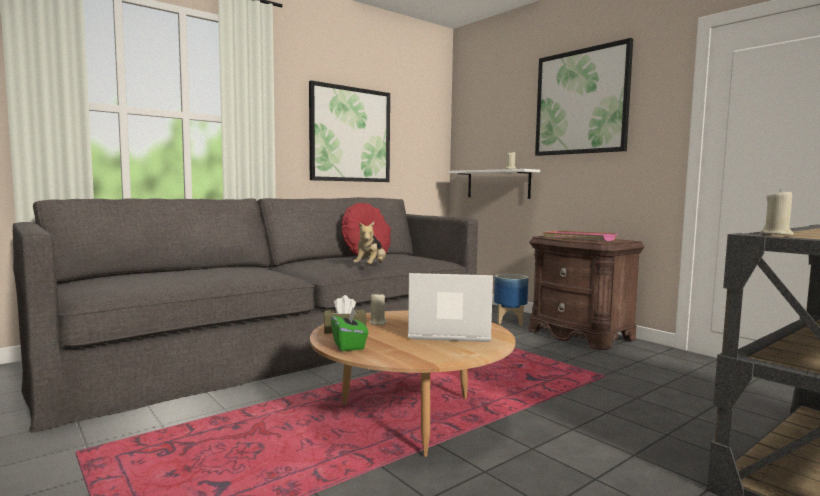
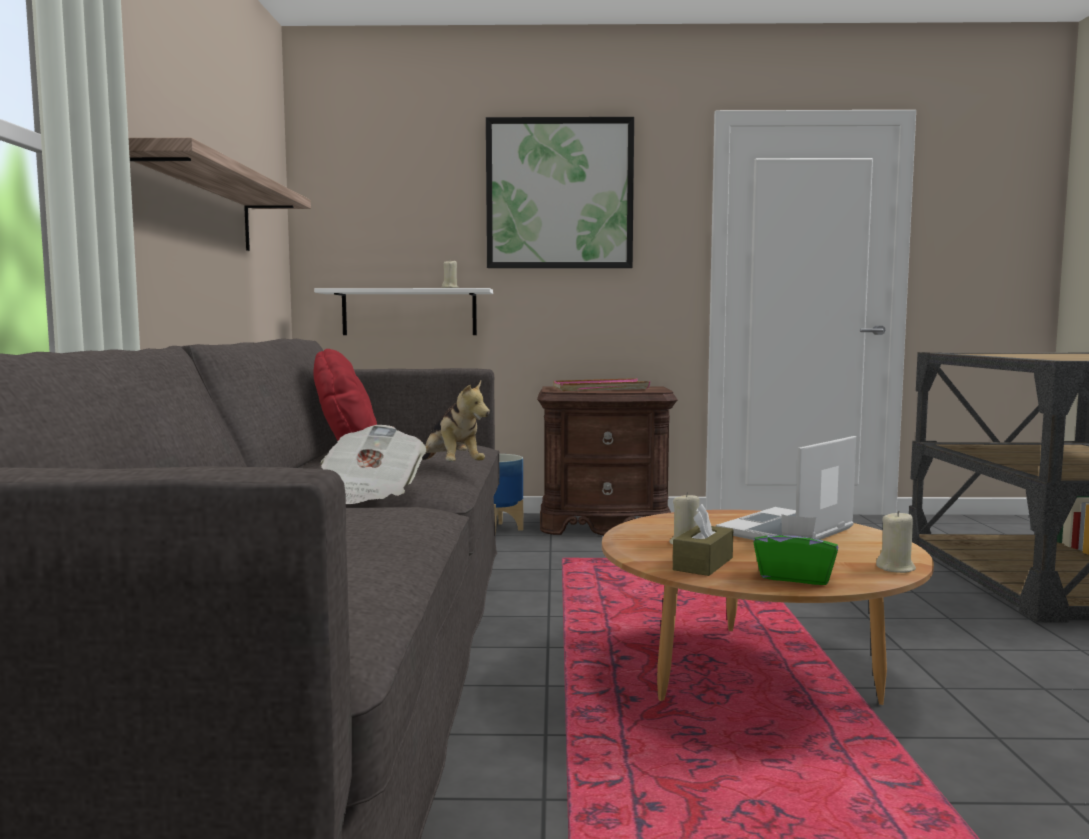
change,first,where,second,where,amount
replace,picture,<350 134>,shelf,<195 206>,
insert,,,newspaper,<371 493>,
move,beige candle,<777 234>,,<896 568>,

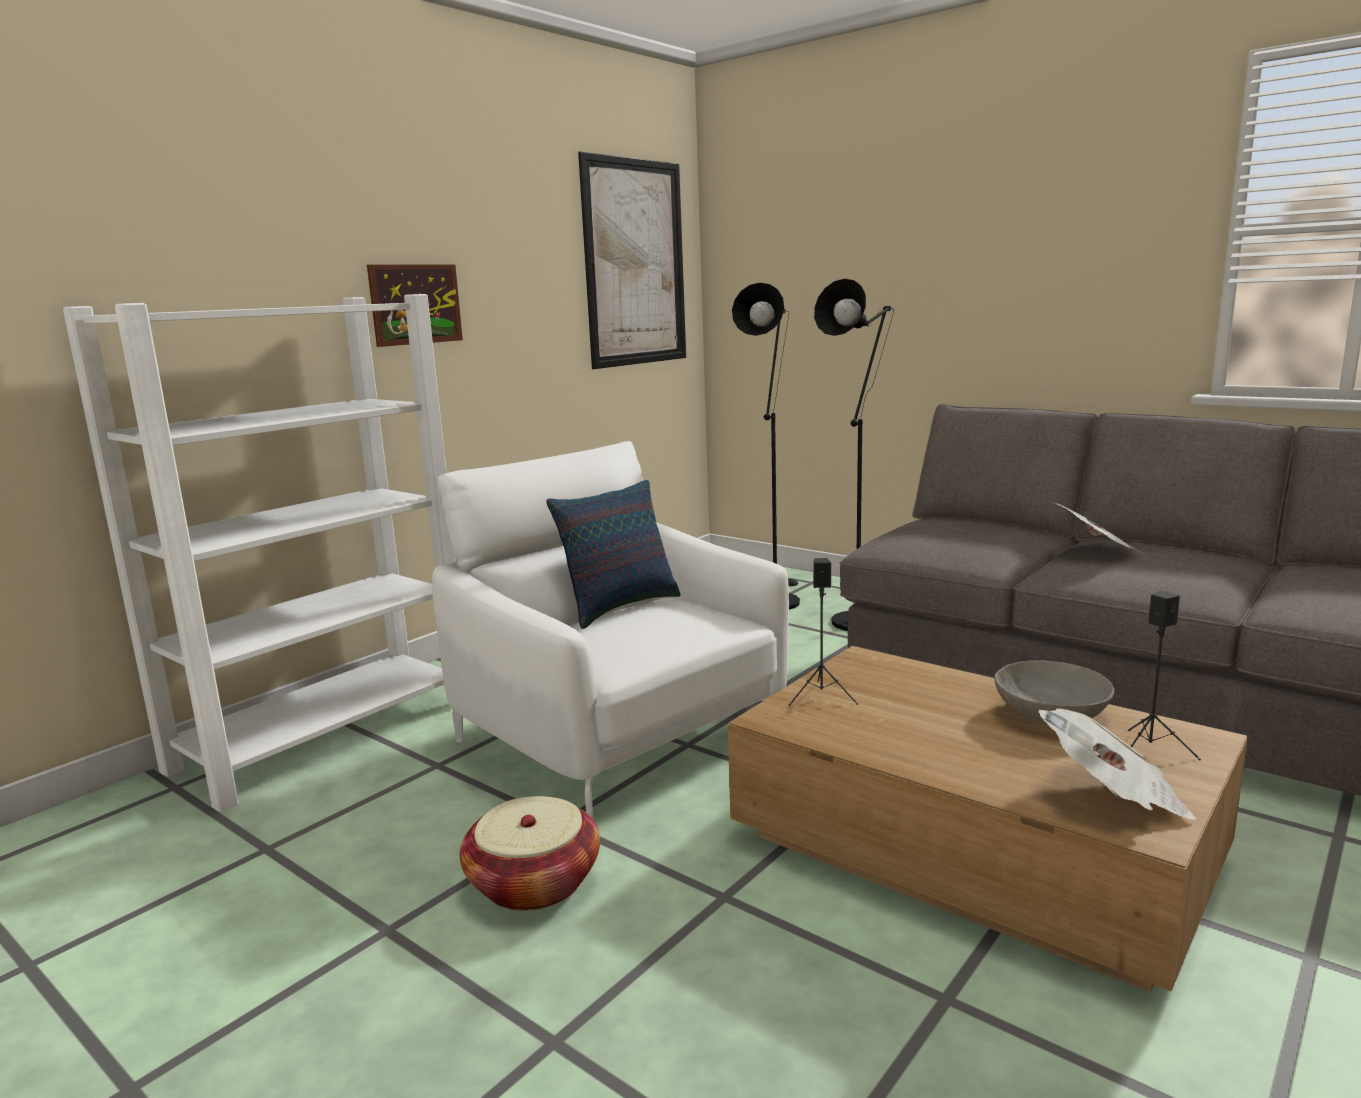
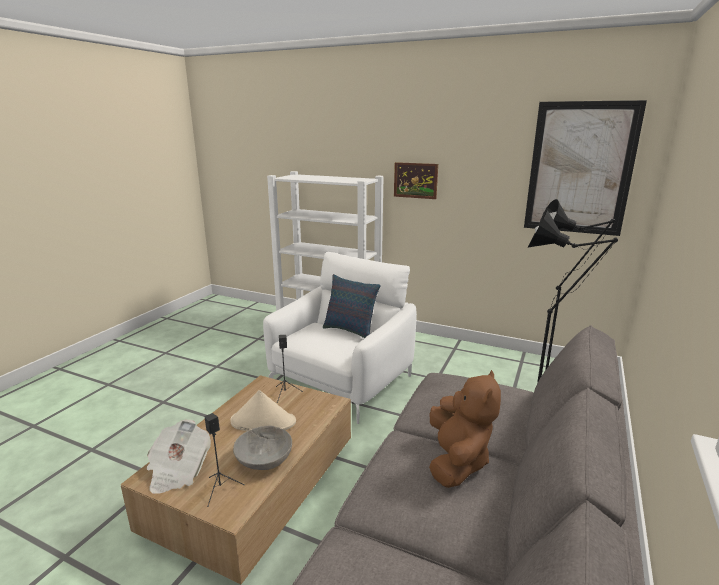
change,first,where,second,where,amount
insert,,,beige hat,<262 422>,
replace,newspaper,<1098 552>,brown plush toy,<457 461>,
delete,basket,<534 883>,,,

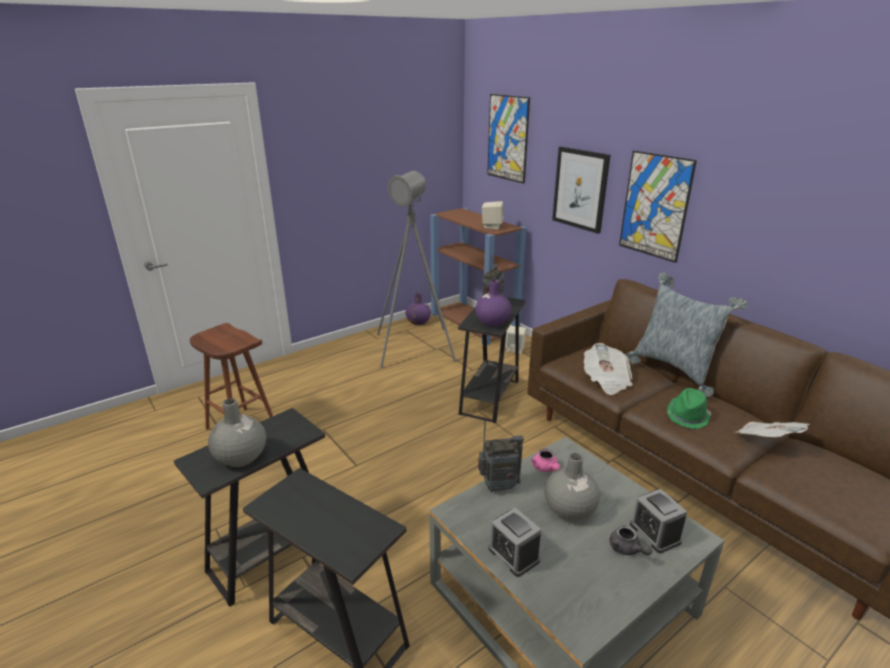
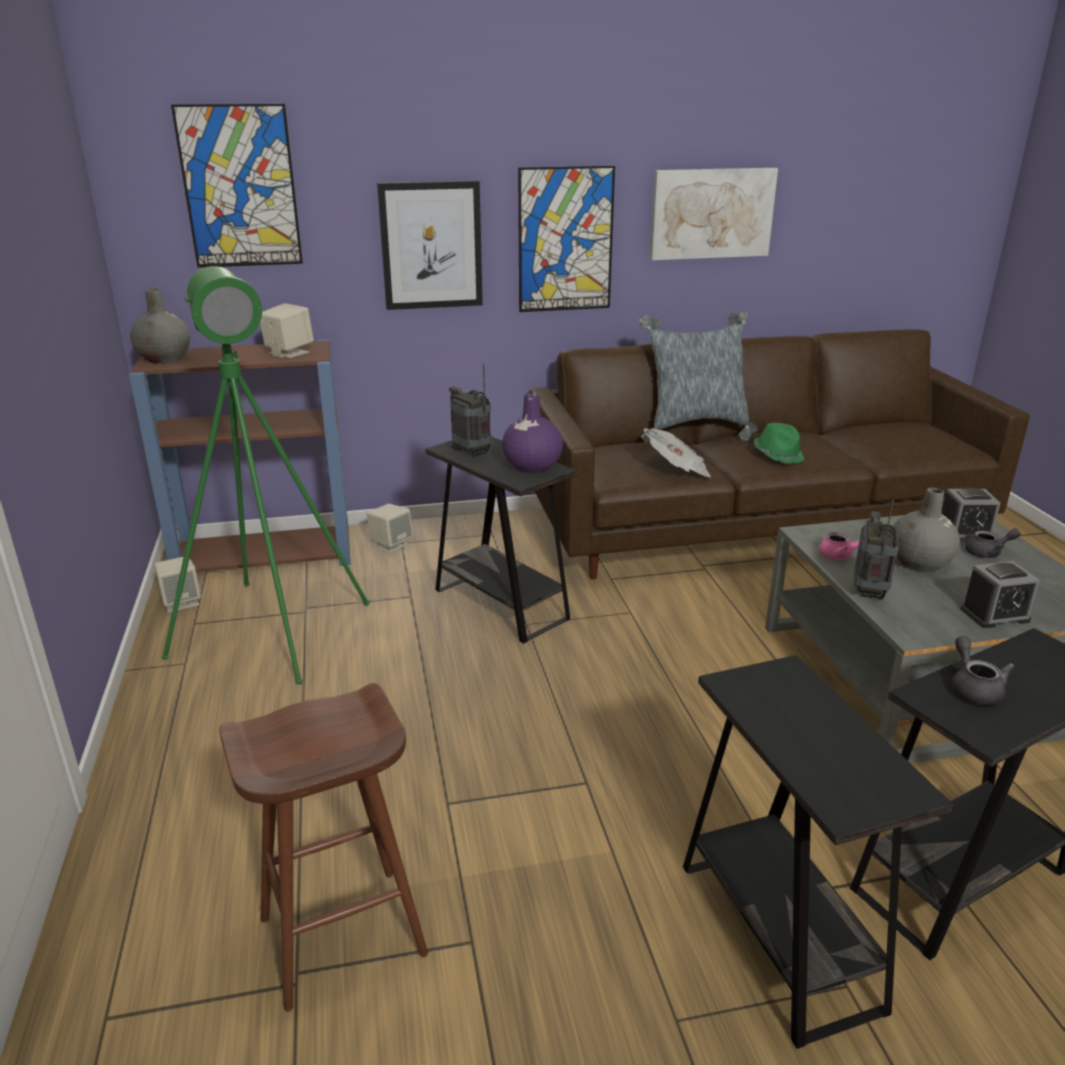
change,first,where,second,where,amount
move,grey vase,<241 457>,,<165 358>,
replace,purple vase,<418 322>,beige speaker,<181 602>,
recolor,grey floor lamp,<414 347>,green floor lamp,<271 631>,
insert,,,picture,<711 213>,
insert,,,grey teapot,<974 688>,
delete,newspaper,<766 441>,,,

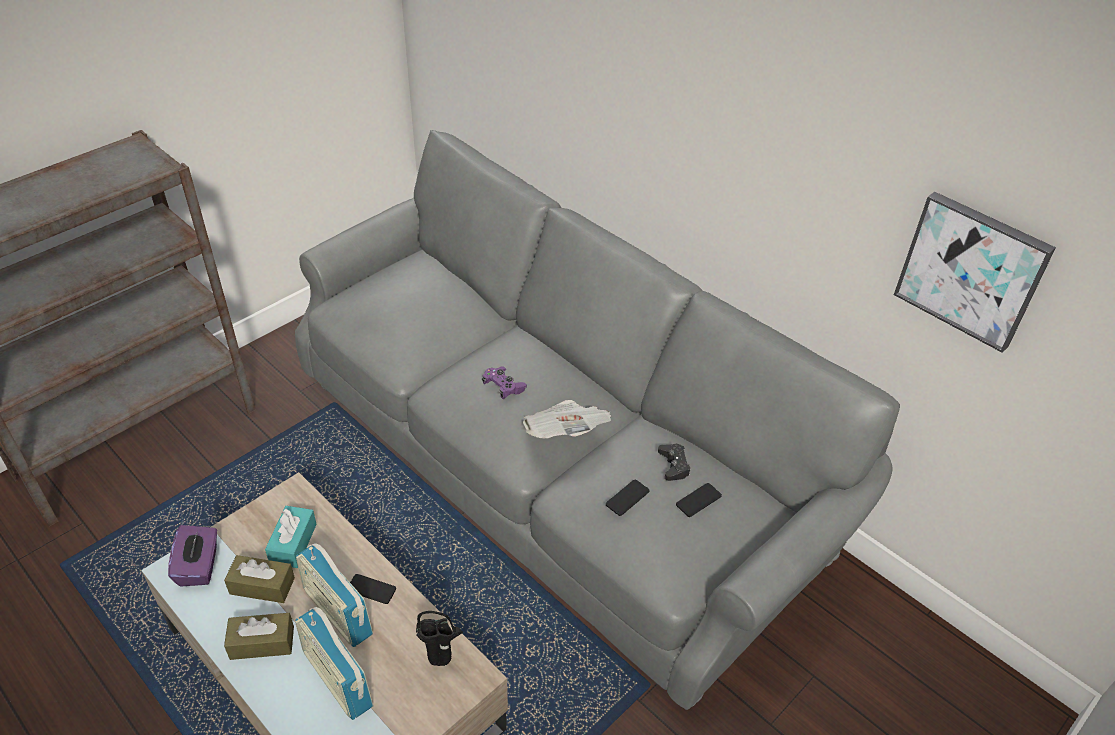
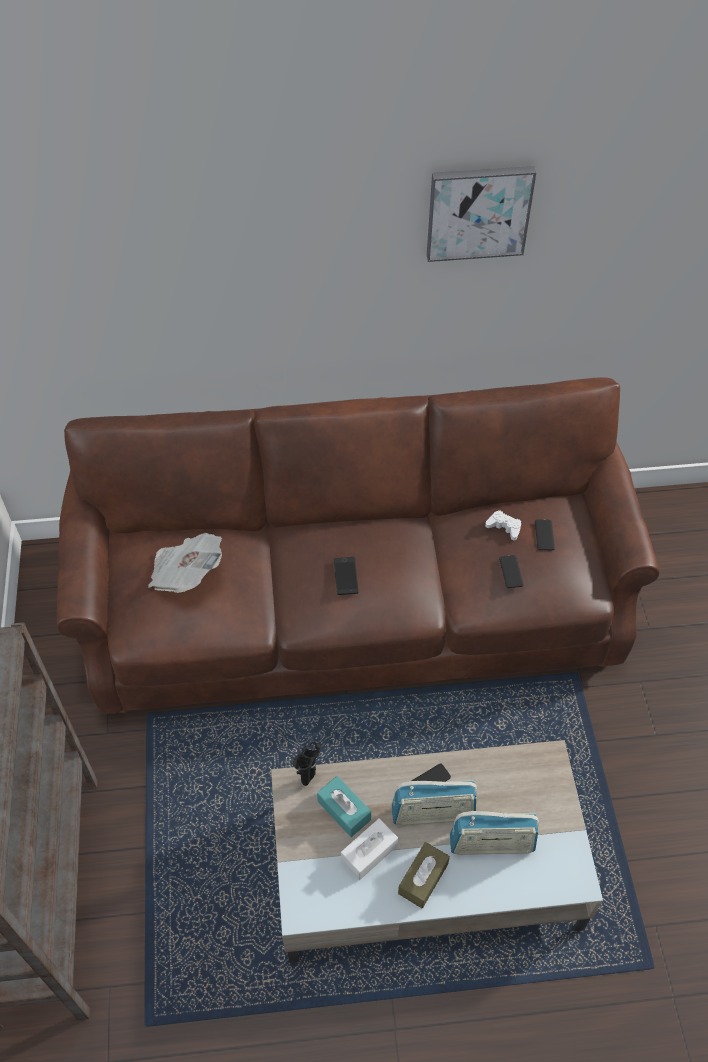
change,first,where,second,where,amount
recolor,grey sofa,<555 466>,brown sofa,<354 605>,
move,newspaper,<565 435>,,<186 574>,
move,black vase,<443 664>,,<310 779>,
replace,purple game controller,<503 387>,phone,<346 576>,
recolor,brown tissue box,<262 586>,white tissue box,<369 853>,
move,picture,<972 270>,,<478 212>,
recolor,black game controller,<674 465>,white game controller,<504 527>,
delete,purple tissue box,<199 566>,,,

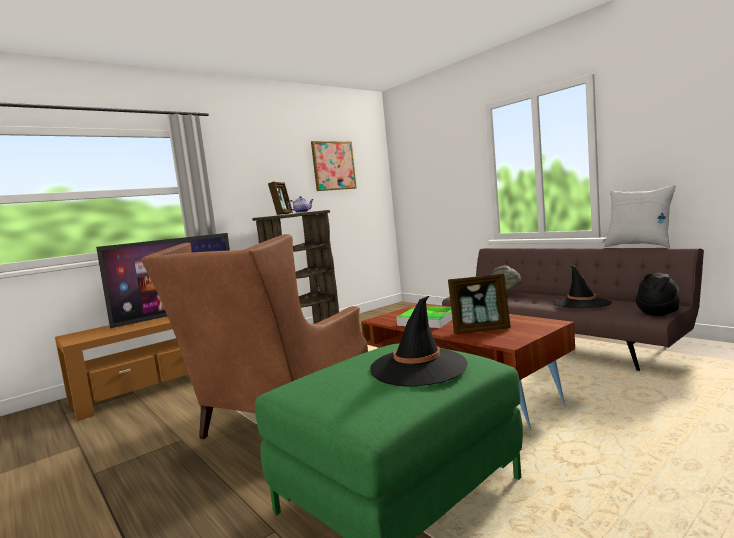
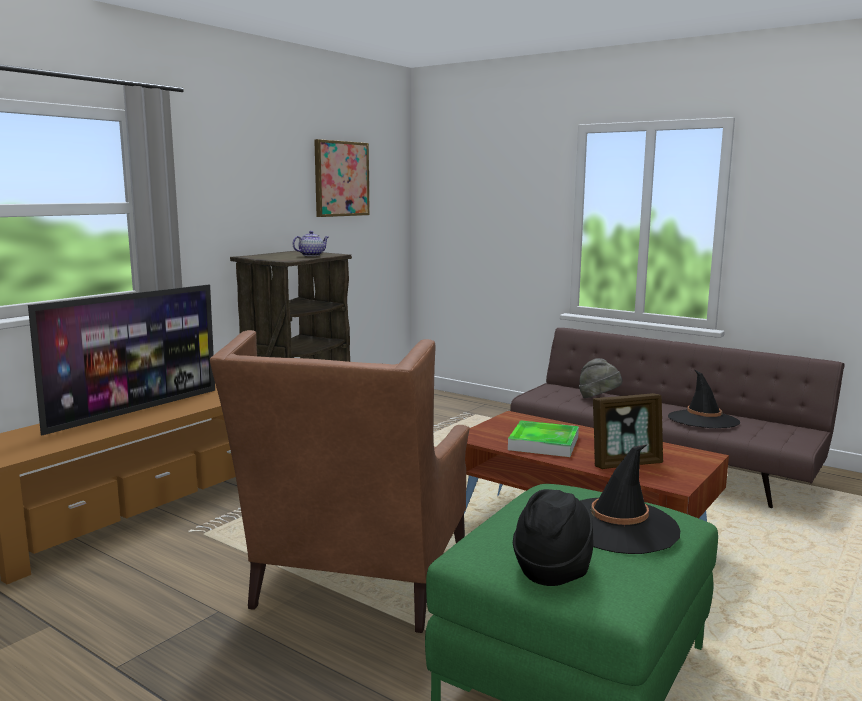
change,first,where,second,where,amount
move,black hat,<658 312>,,<553 570>,
delete,picture frame,<283 214>,,,
delete,grey pillow,<638 246>,,,

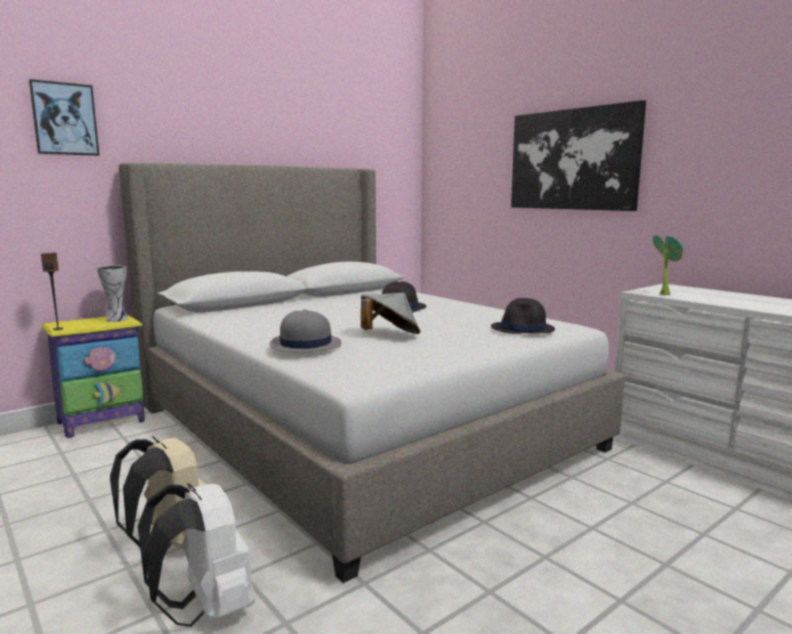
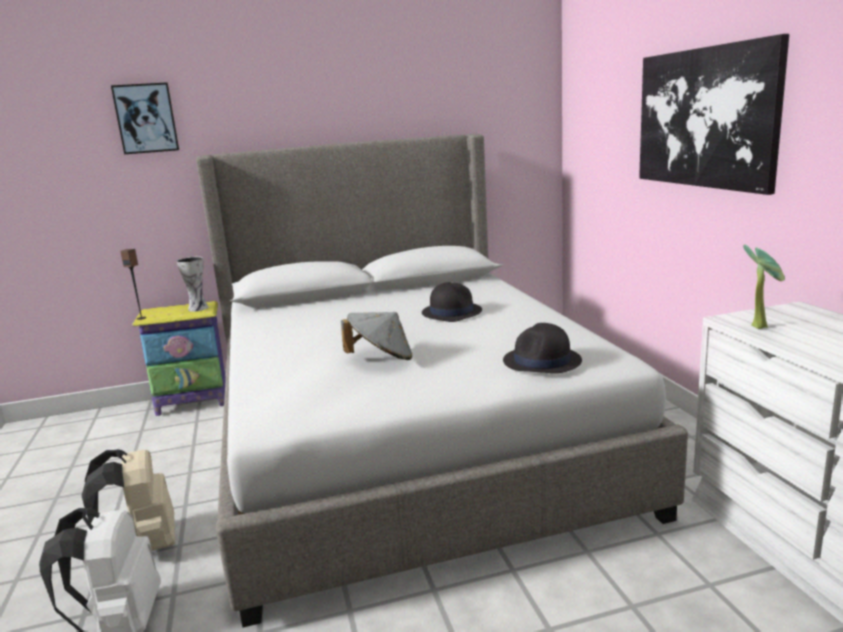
change,first,where,second,where,amount
delete,grey hat,<305 345>,,,

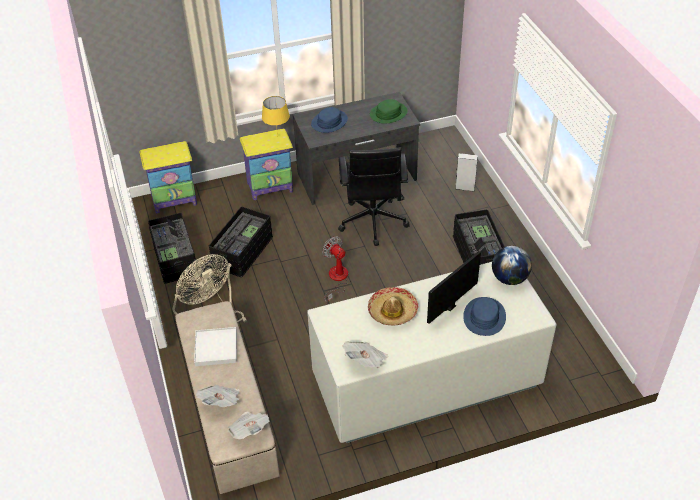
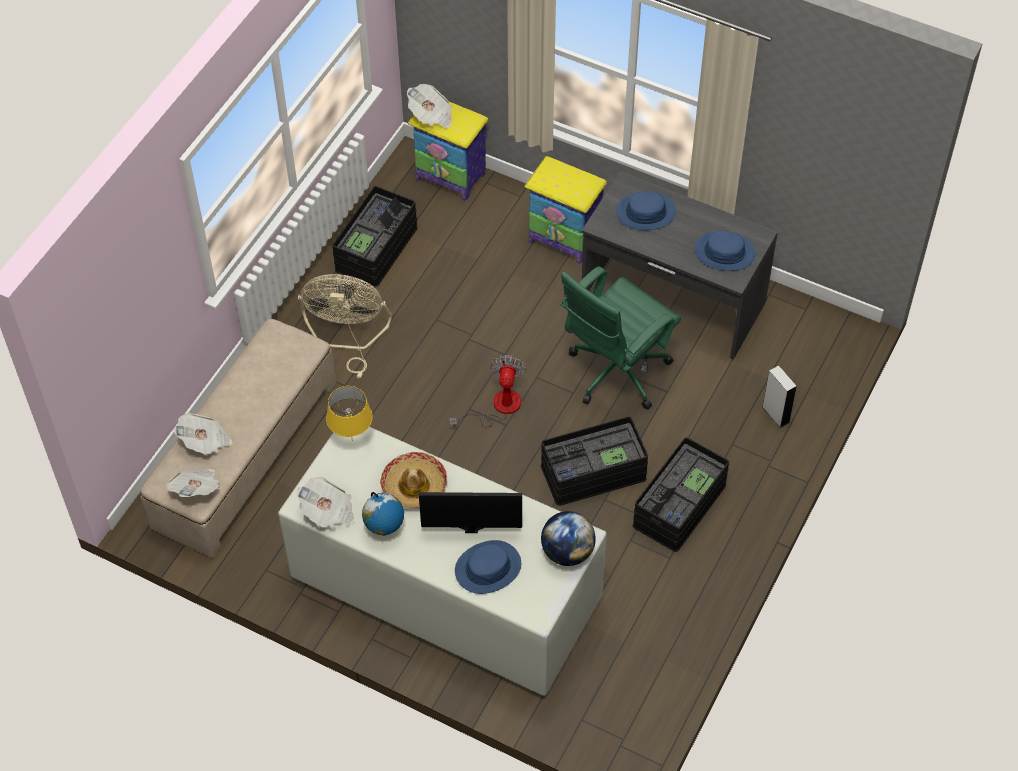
change,first,where,second,where,amount
move,yellow table lamp,<277 136>,,<352 440>,
insert,,,globe,<384 530>,
insert,,,newspaper,<431 116>,
move,black storage box,<243 251>,,<593 473>,
recolor,black office chair,<373 224>,green office chair,<615 374>,
recolor,green hat,<388 113>,blue hat,<724 252>,
delete,white tray,<216 348>,,,

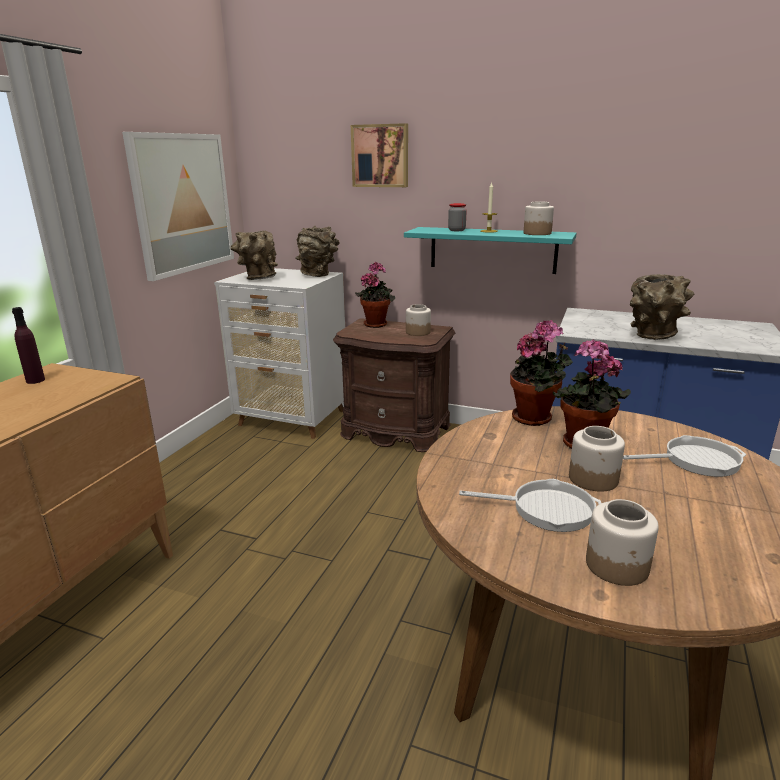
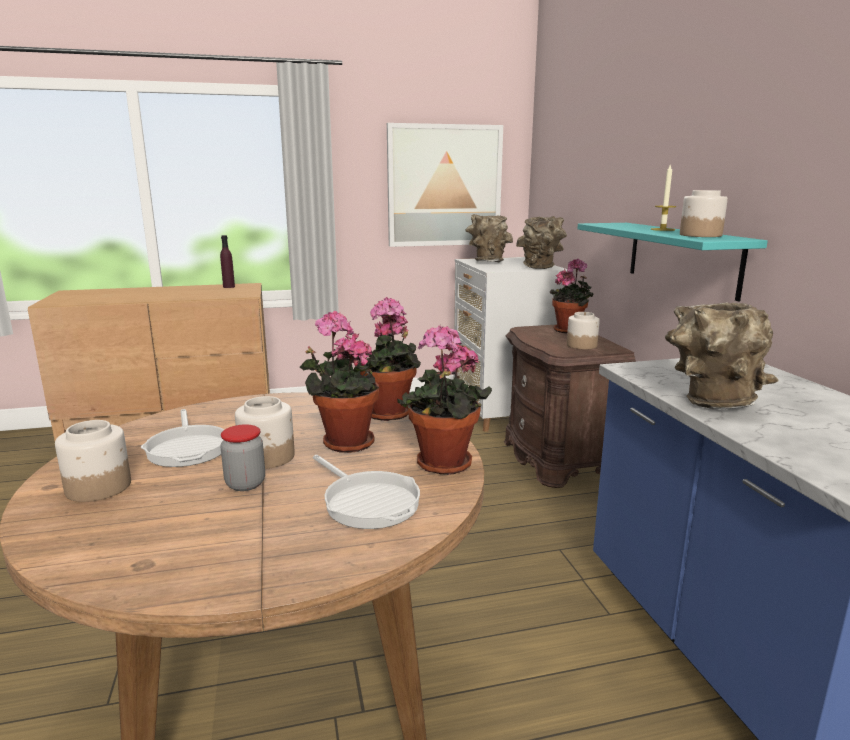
change,first,where,second,where,amount
move,jar,<456 230>,,<245 484>,
insert,,,potted plant,<442 466>,
delete,picture,<380 156>,,,

